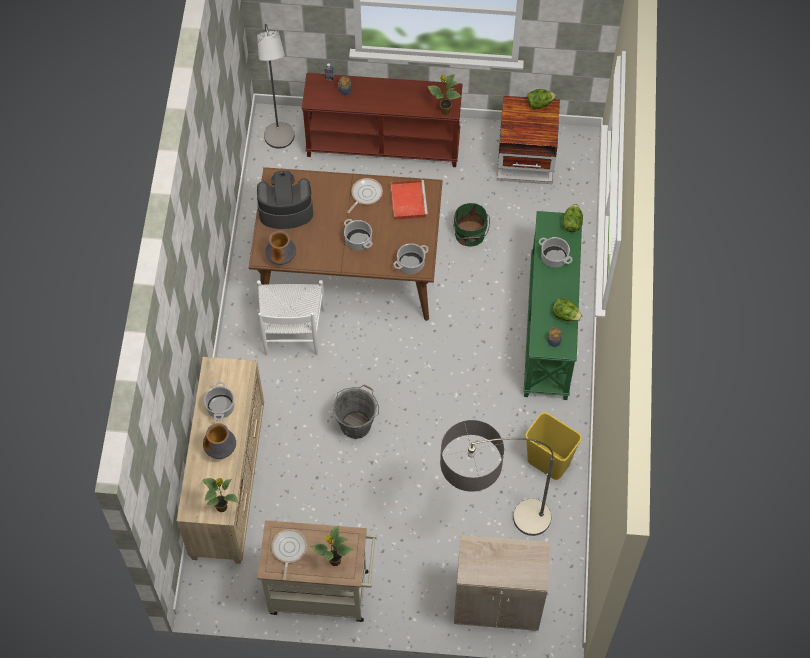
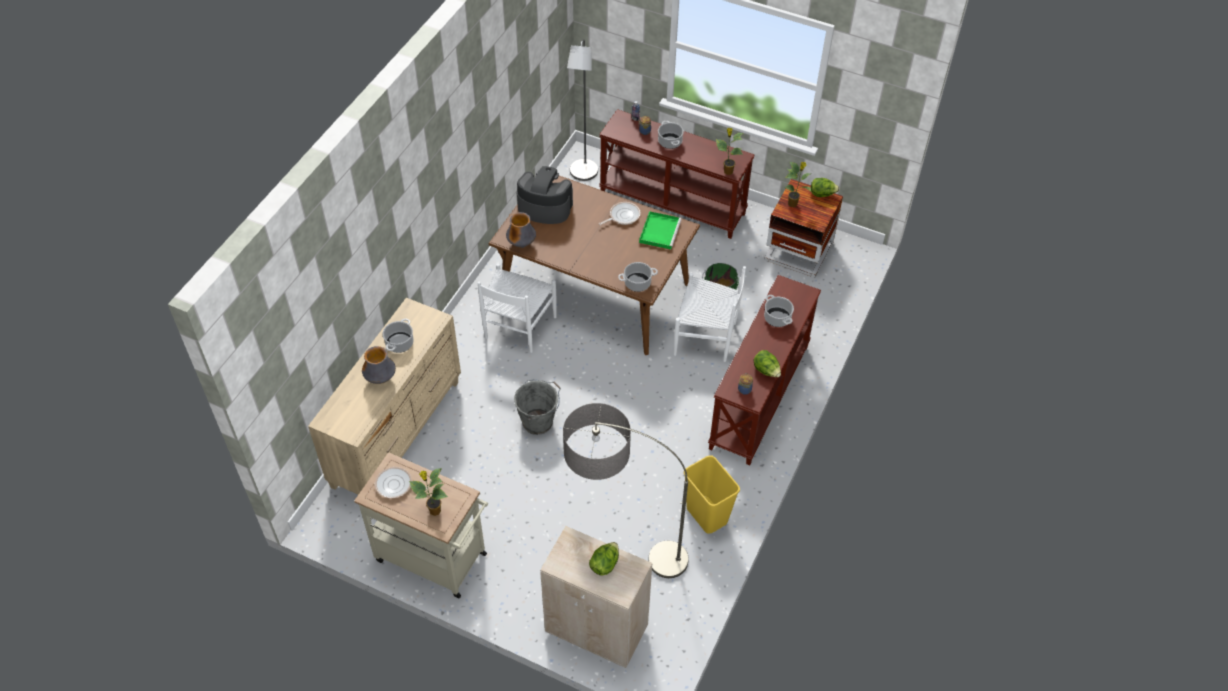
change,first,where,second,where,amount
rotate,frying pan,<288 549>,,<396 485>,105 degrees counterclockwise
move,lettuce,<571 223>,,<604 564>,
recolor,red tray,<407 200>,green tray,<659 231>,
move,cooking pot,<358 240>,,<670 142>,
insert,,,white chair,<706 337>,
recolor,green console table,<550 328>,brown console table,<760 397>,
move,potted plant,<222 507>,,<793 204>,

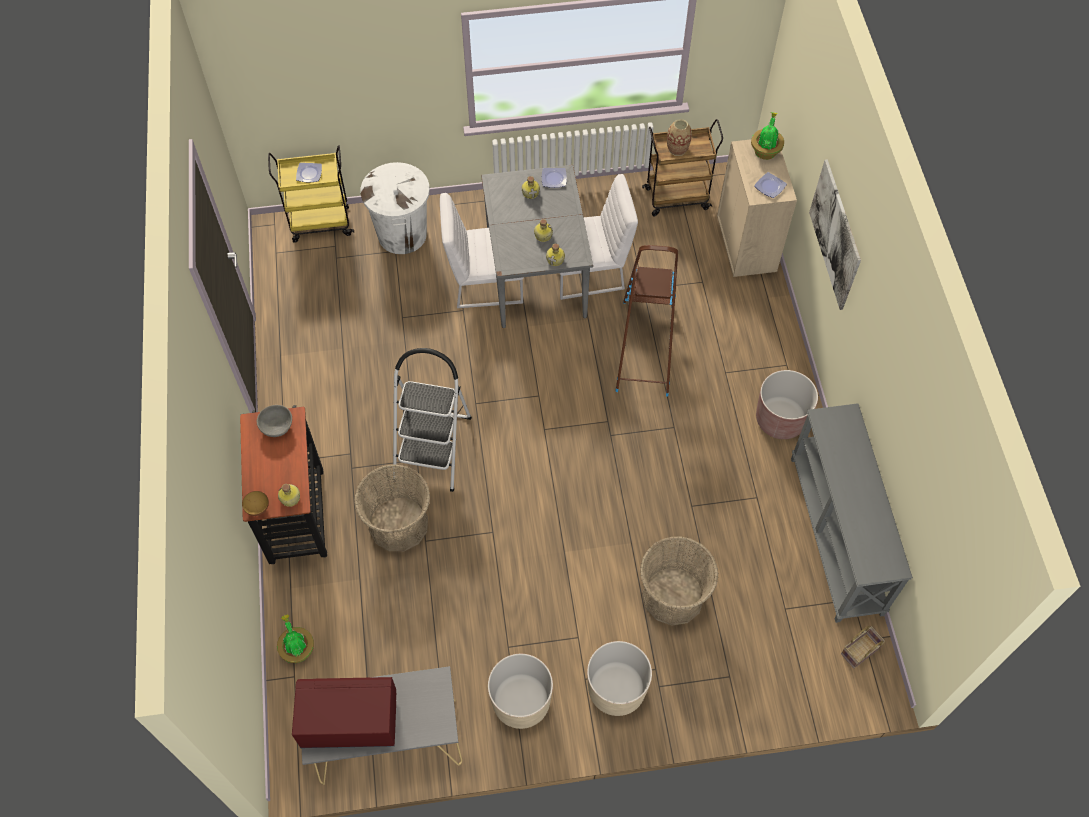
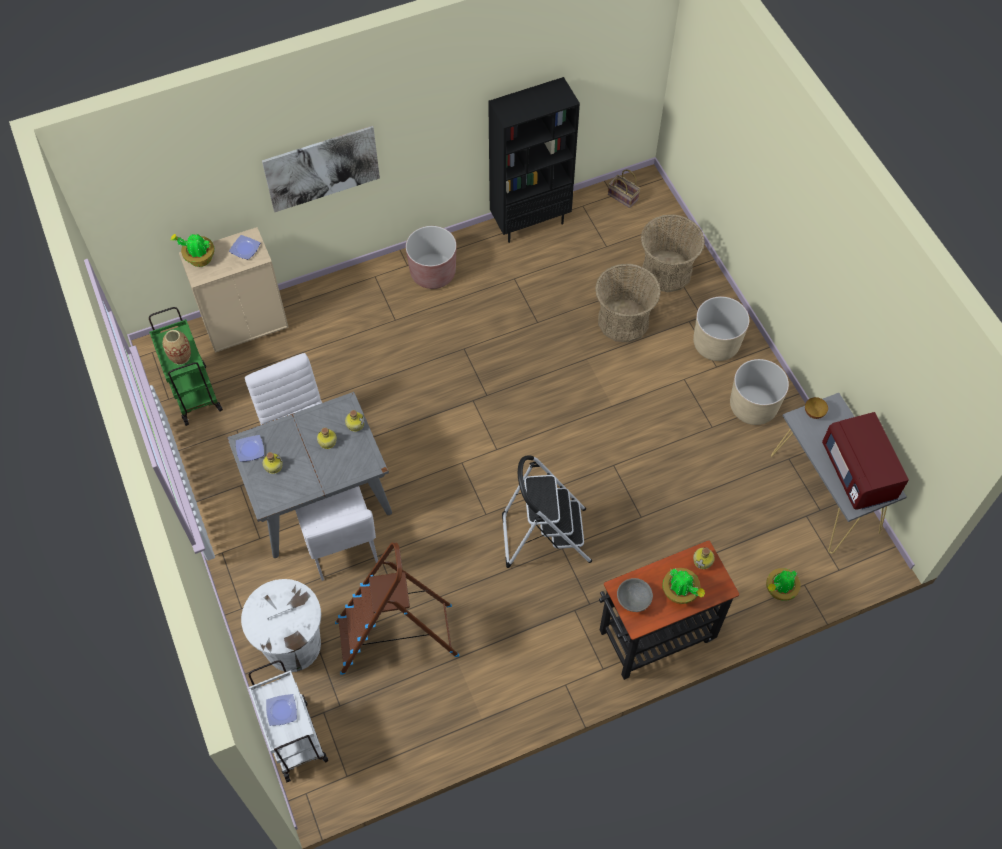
change,first,where,second,where,amount
recolor,brown cart,<677 199>,green cart,<195 393>,
recolor,yellow cart,<321 224>,white cart,<295 738>,
move,brown step ladder,<645 346>,,<396 639>,
replace,grey console table,<837 535>,black bookcase,<530 221>,
move,basket,<398 524>,,<666 271>,
insert,,,potted plant,<680 593>,
move,bowl,<258 508>,,<813 413>,

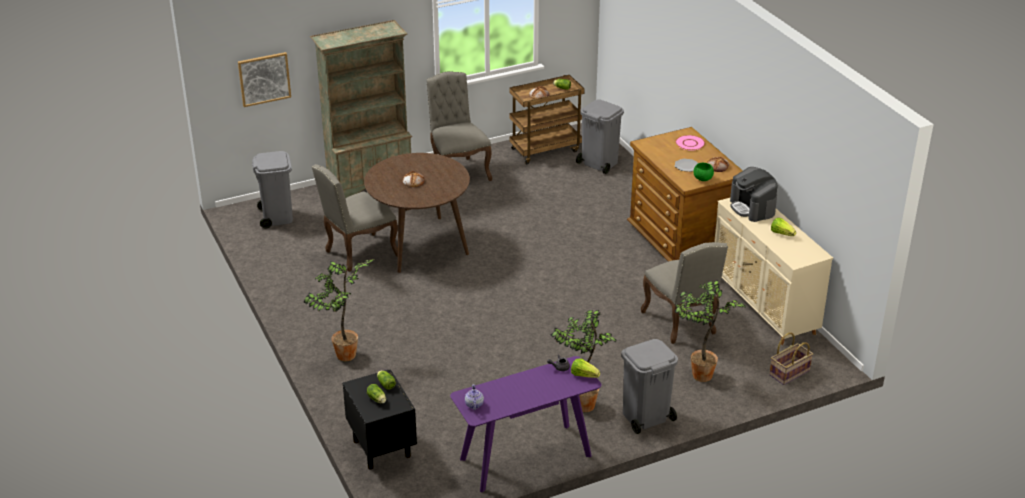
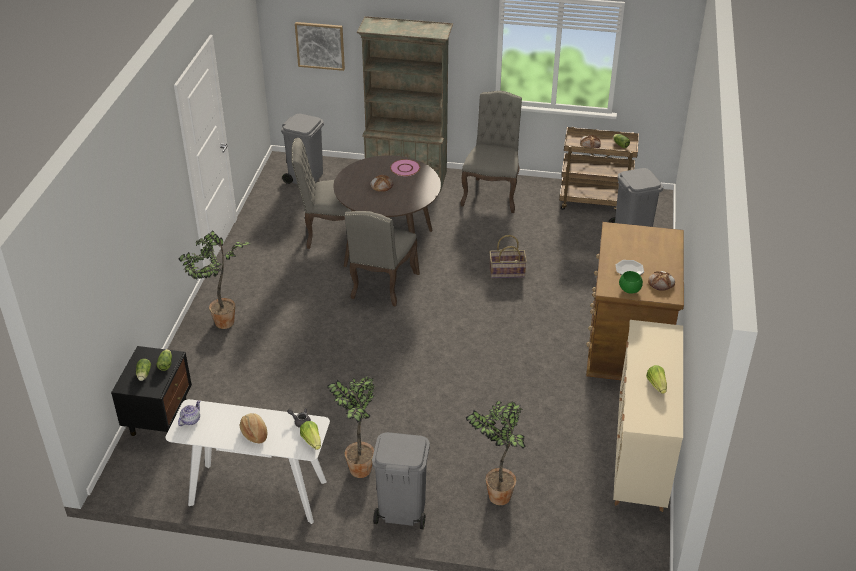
change,first,where,second,where,amount
recolor,purple console table,<525 458>,white console table,<257 493>,
insert,,,bread,<254 433>,
move,grey chair,<681 323>,,<380 286>,
move,pink plate,<690 143>,,<405 168>,
move,basket,<789 373>,,<506 272>,
delete,coffee machine,<752 208>,,,

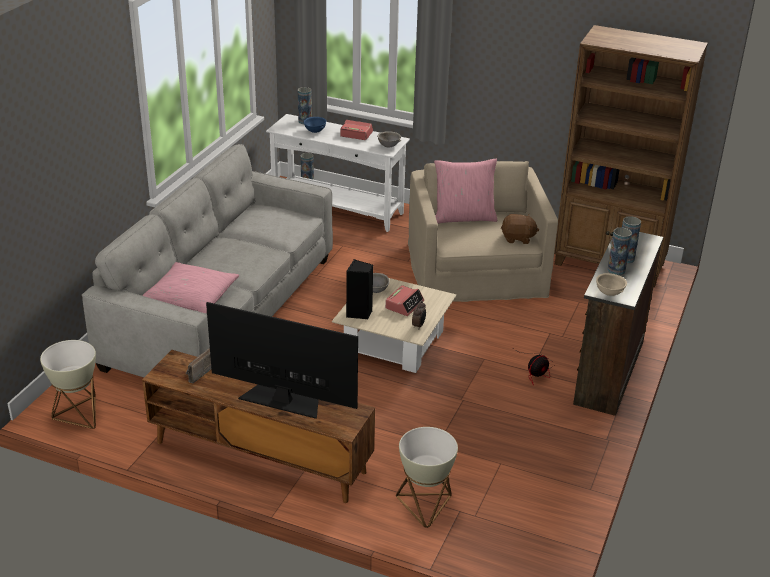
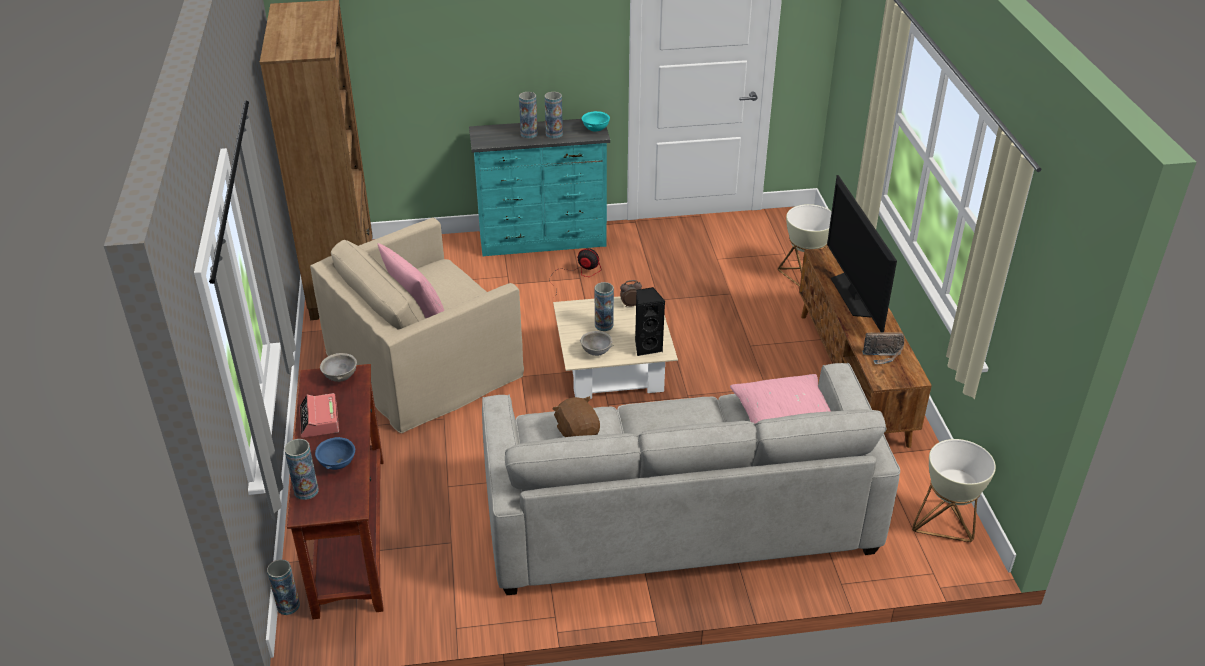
change,first,where,second,where,amount
recolor,white console table,<338 209>,brown console table,<349 534>,
recolor,brown dresser,<607 372>,turquoise dresser,<543 241>,
move,brown plush toy,<518 238>,,<577 432>,
recolor,beige bowl,<609 293>,turquoise bowl,<595 129>,
replace,alarm clock,<404 305>,vase,<604 325>,

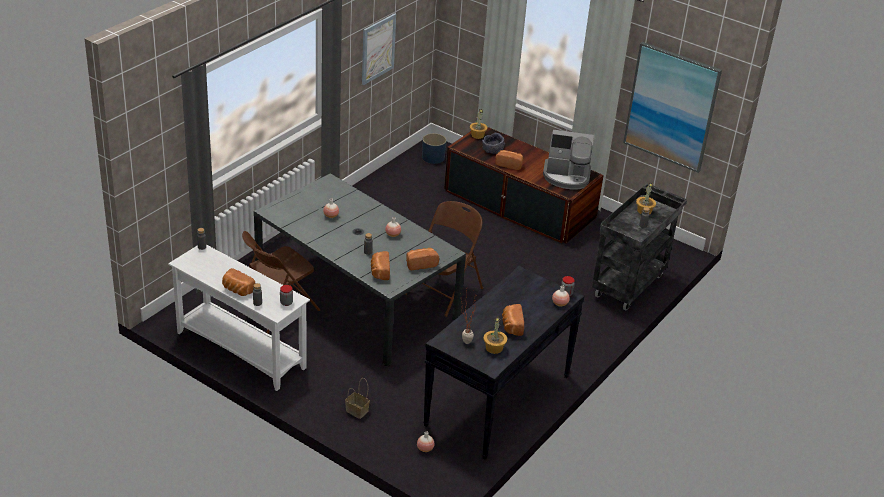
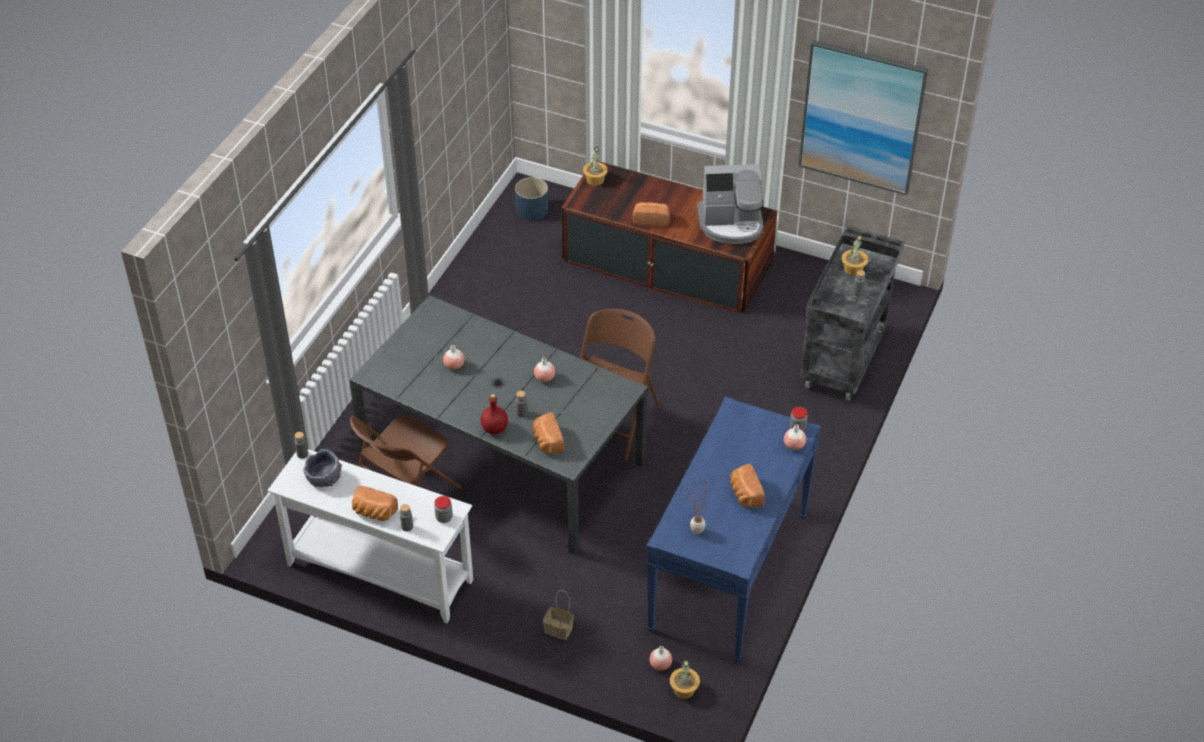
change,first,where,second,where,amount
move,grey bowl,<492 150>,,<324 477>,
insert,,,red bottle,<495 428>,
recolor,black console table,<498 401>,blue console table,<729 573>,
move,potted plant,<494 348>,,<684 689>,
delete,picture,<378 48>,,,
delete,bread,<420 264>,,,

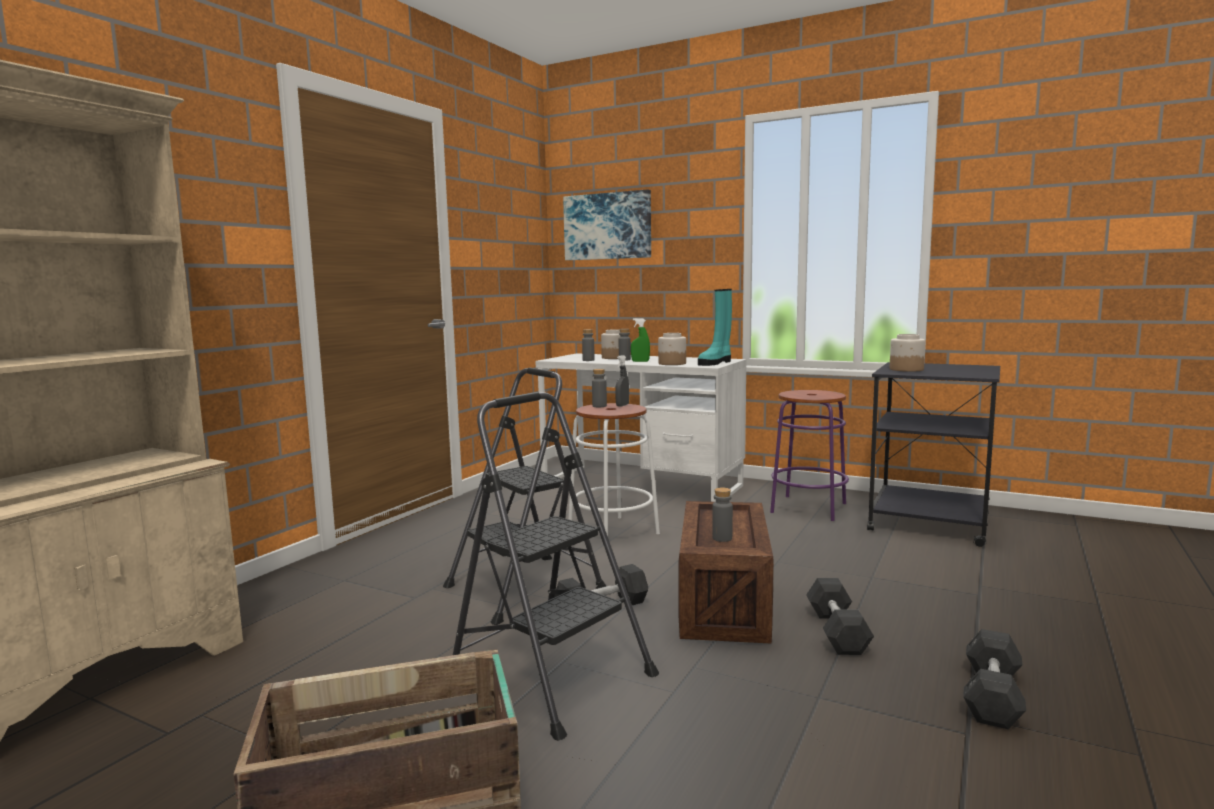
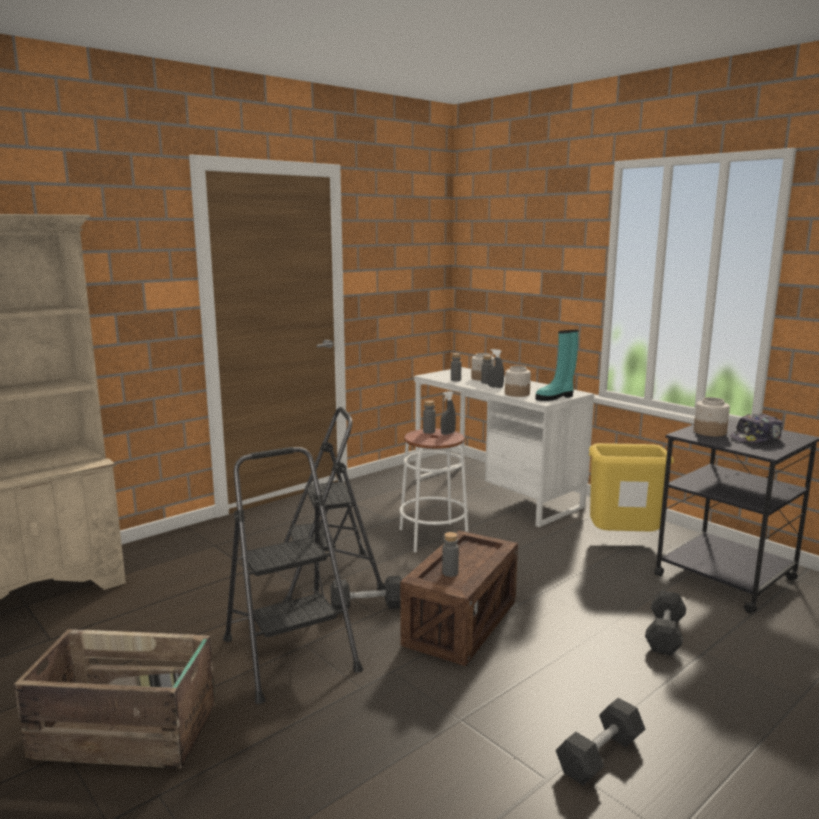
change,first,where,second,where,amount
recolor,green spray bottle,<640 361>,grey spray bottle,<495 387>,
replace,purple stool,<808 508>,yellow trash can,<623 541>,
move,grey dumbbell,<837 631>,,<664 634>,
insert,,,cap,<756 438>,
delete,picture,<608 226>,,,

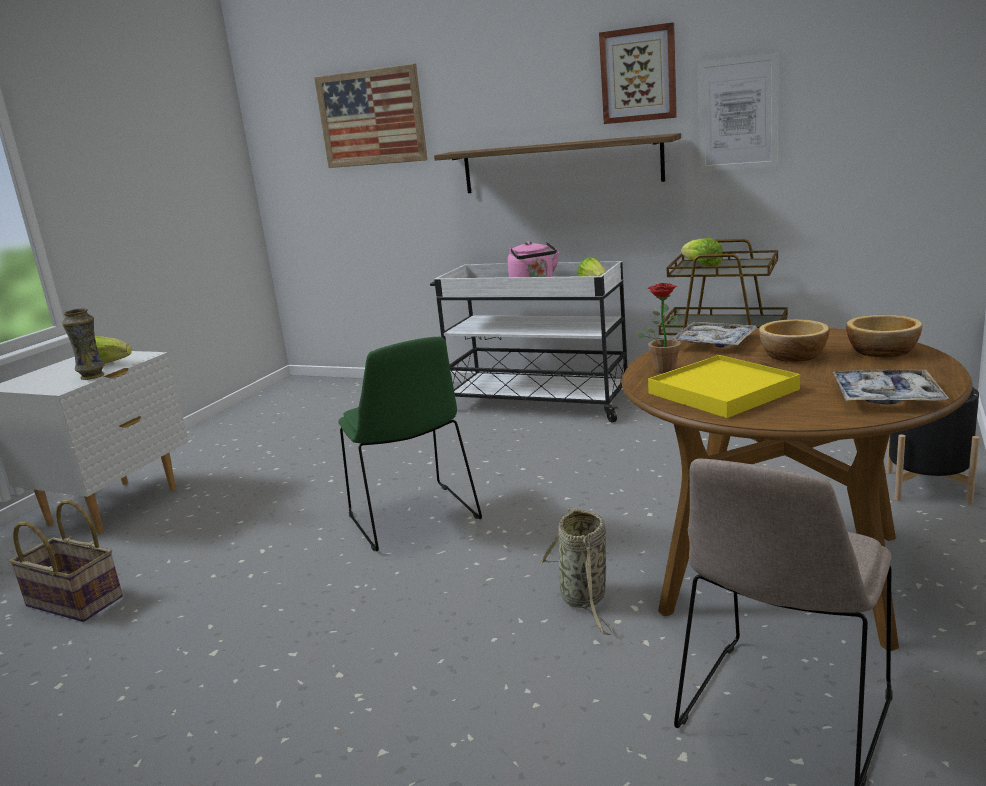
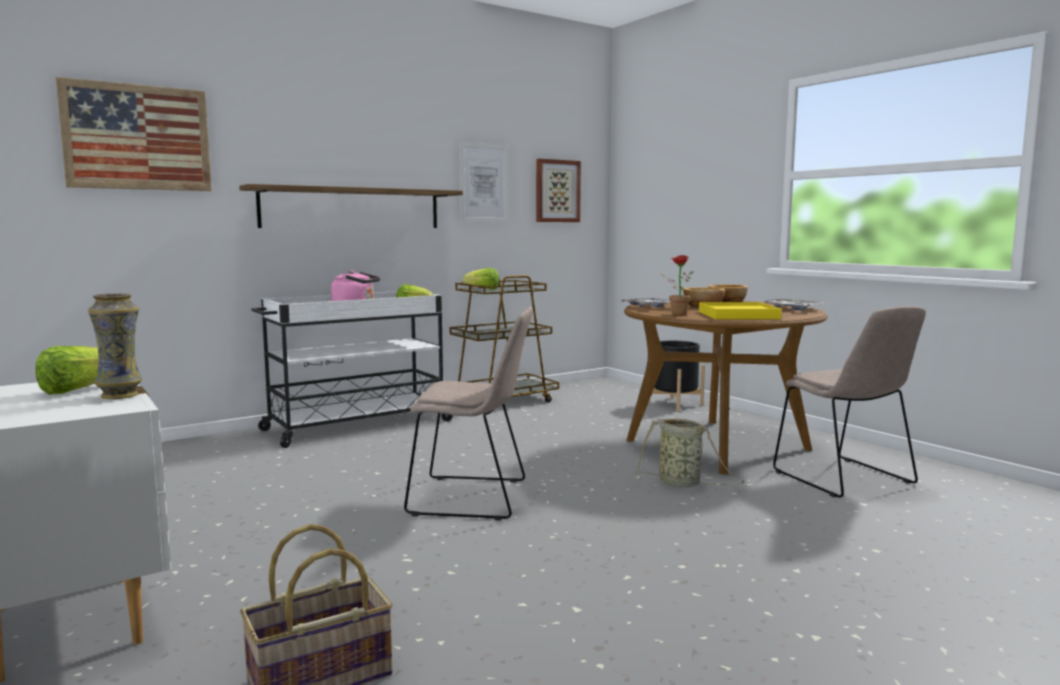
change,first,where,second,where,amount
recolor,green chair,<414 519>,beige chair,<474 498>,
move,picture,<638 75>,,<557 191>,

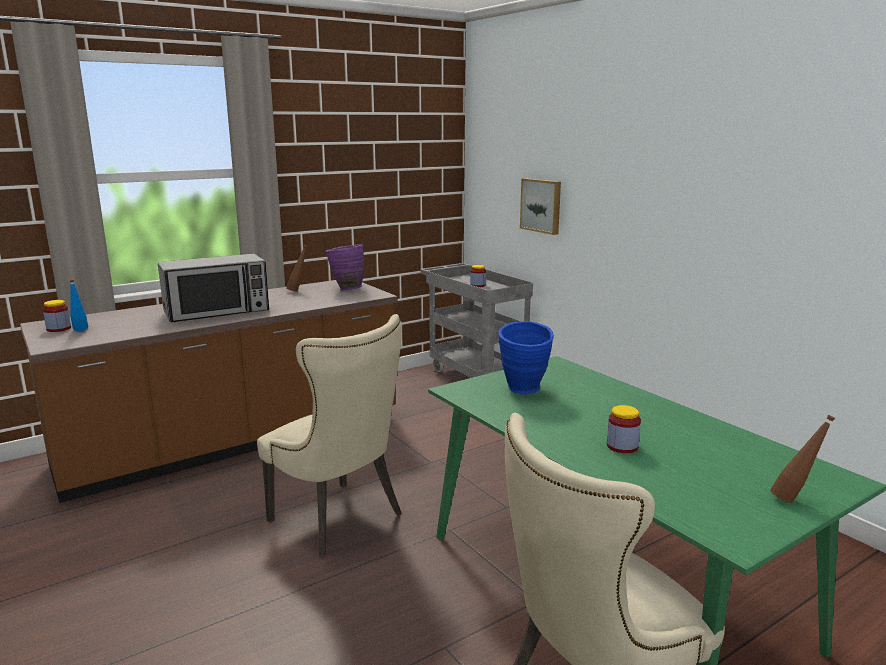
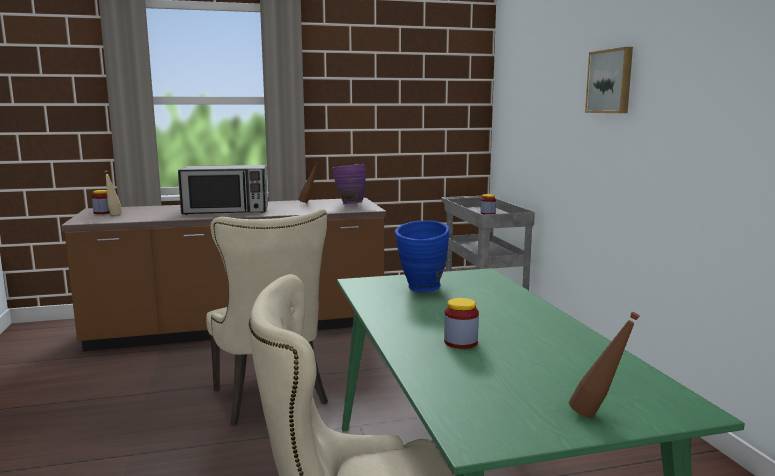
change,first,where,second,where,amount
recolor,blue bottle,<80 331>,beige bottle,<114 215>,
move,picture,<541 205>,,<611 81>,

